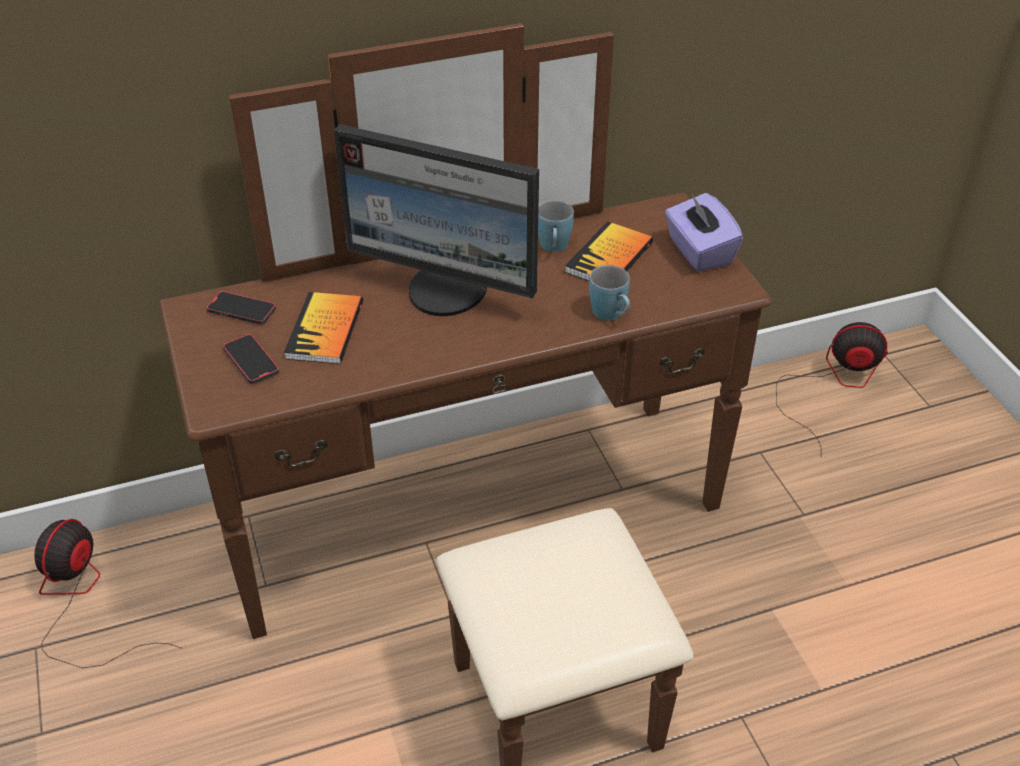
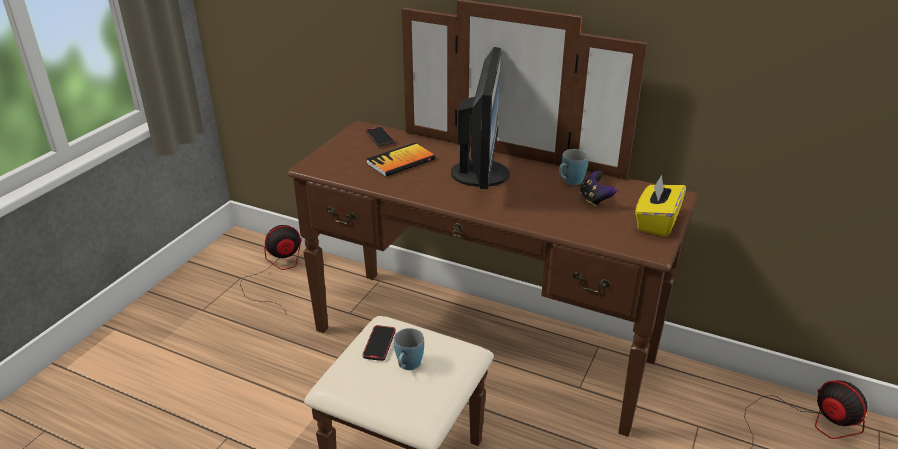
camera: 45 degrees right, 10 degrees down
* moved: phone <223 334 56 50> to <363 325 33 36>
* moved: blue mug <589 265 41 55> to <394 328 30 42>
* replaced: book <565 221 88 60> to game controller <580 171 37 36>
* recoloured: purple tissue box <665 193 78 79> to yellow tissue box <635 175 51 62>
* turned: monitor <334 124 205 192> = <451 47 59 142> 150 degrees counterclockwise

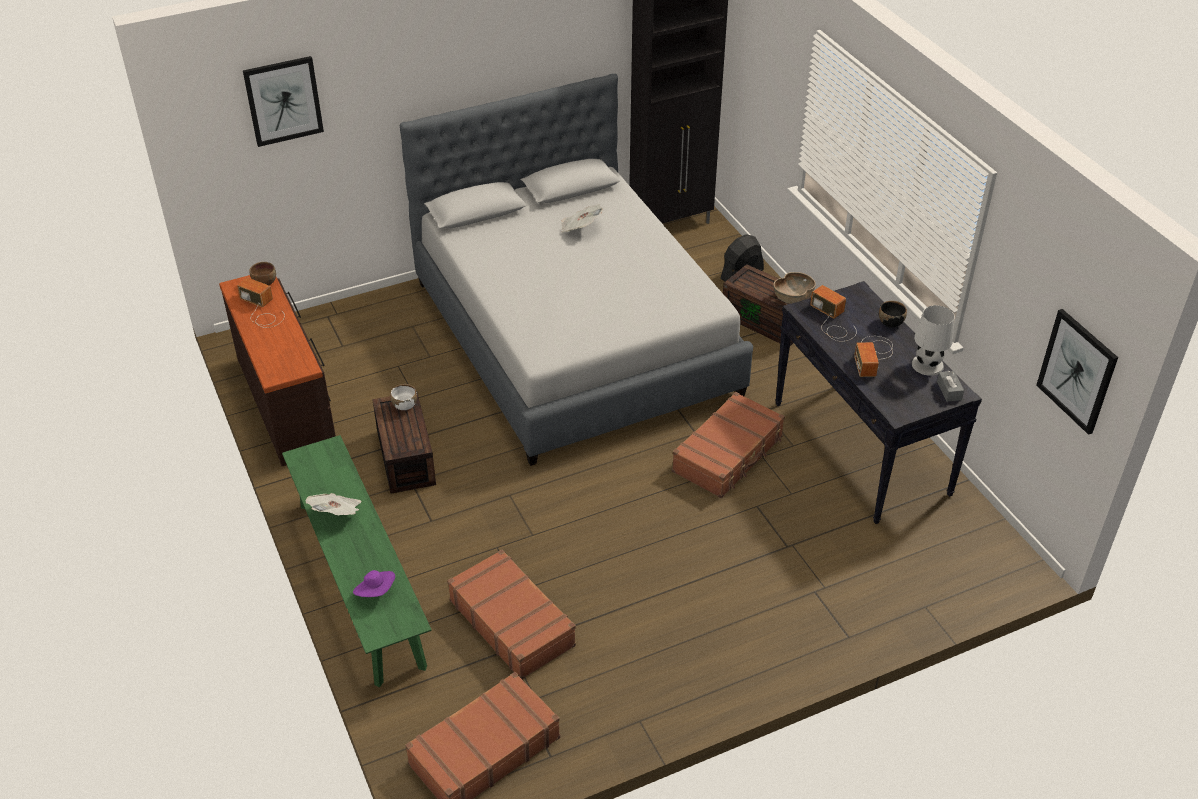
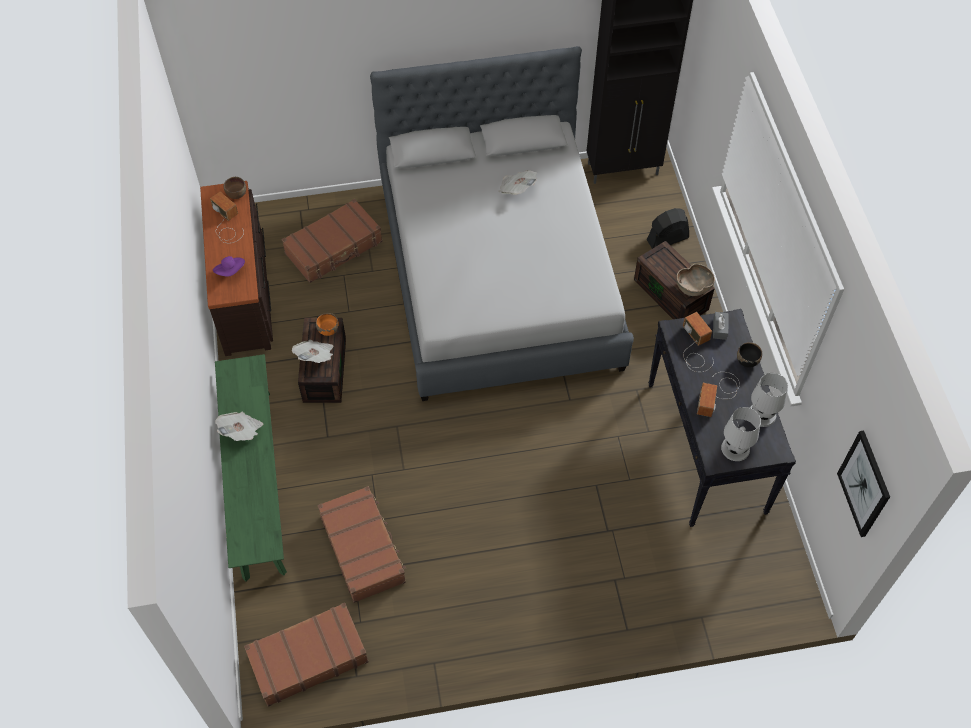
camera: 15 degrees right, 15 degrees up
* removed: picture <243 56 81 91>
* added: newspaper <292 340 41 23>
* added: white table lamp <721 407 40 54>
* moved: purple hat <353 570 42 27> to <213 256 32 21>
* moved: brown suitcase <672 392 113 106> to <282 199 100 84>
* moved: grey tissue box <937 370 27 32> to <713 312 16 28>
* recoloured: white bowl <390 384 27 26> to orange bowl <316 313 22 23>

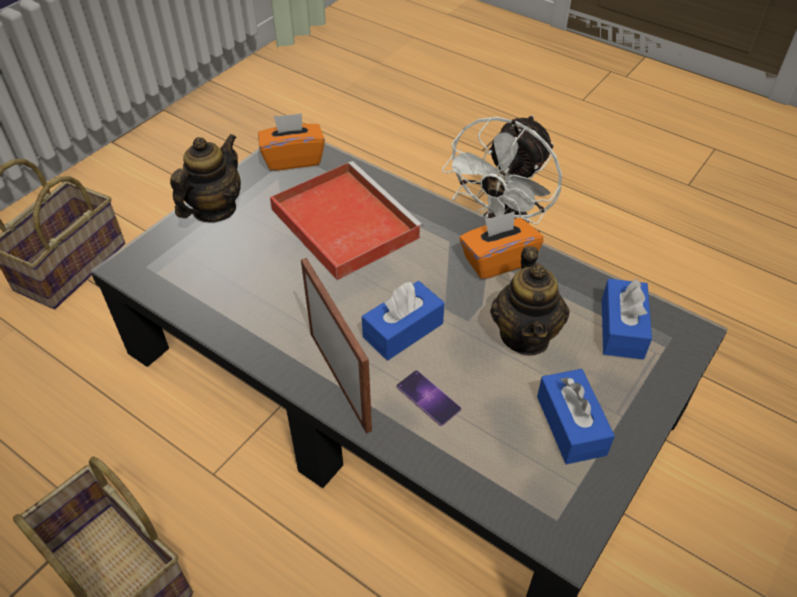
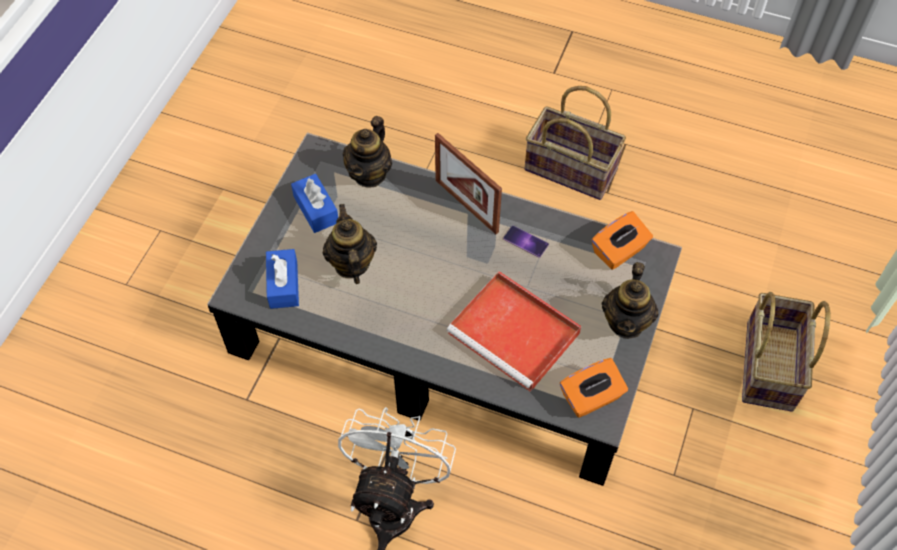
camera: 165 degrees right, 10 degrees up
* removed: blue tissue box <362 281 83 79>
* added: teapot <343 116 49 72>
* moved: phone <396 370 65 56> to <503 225 46 32>
* moved: orange tissue box <459 211 85 68> to <591 211 62 59>

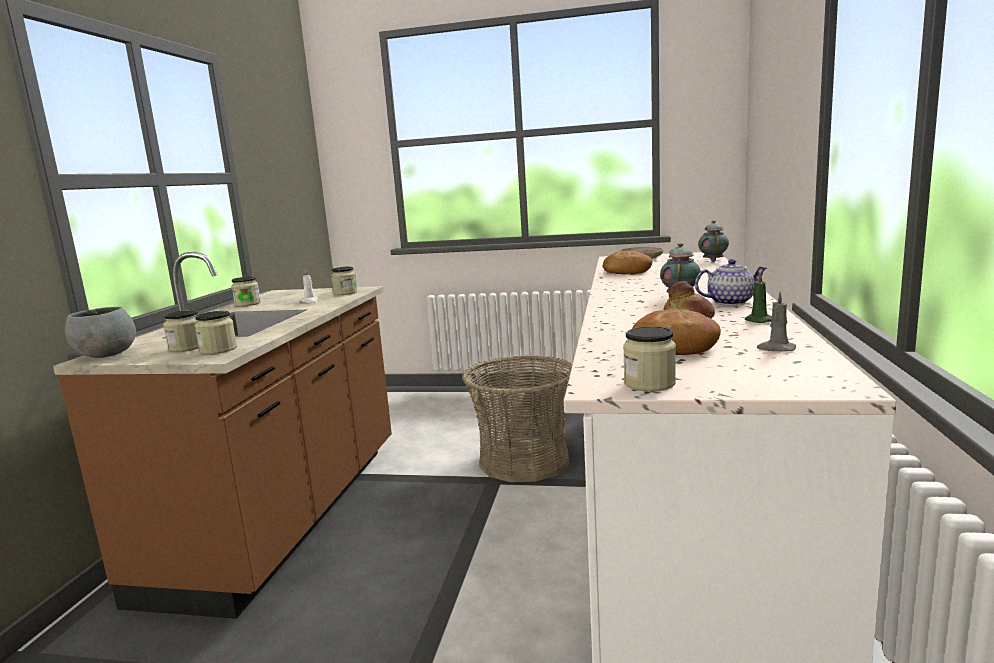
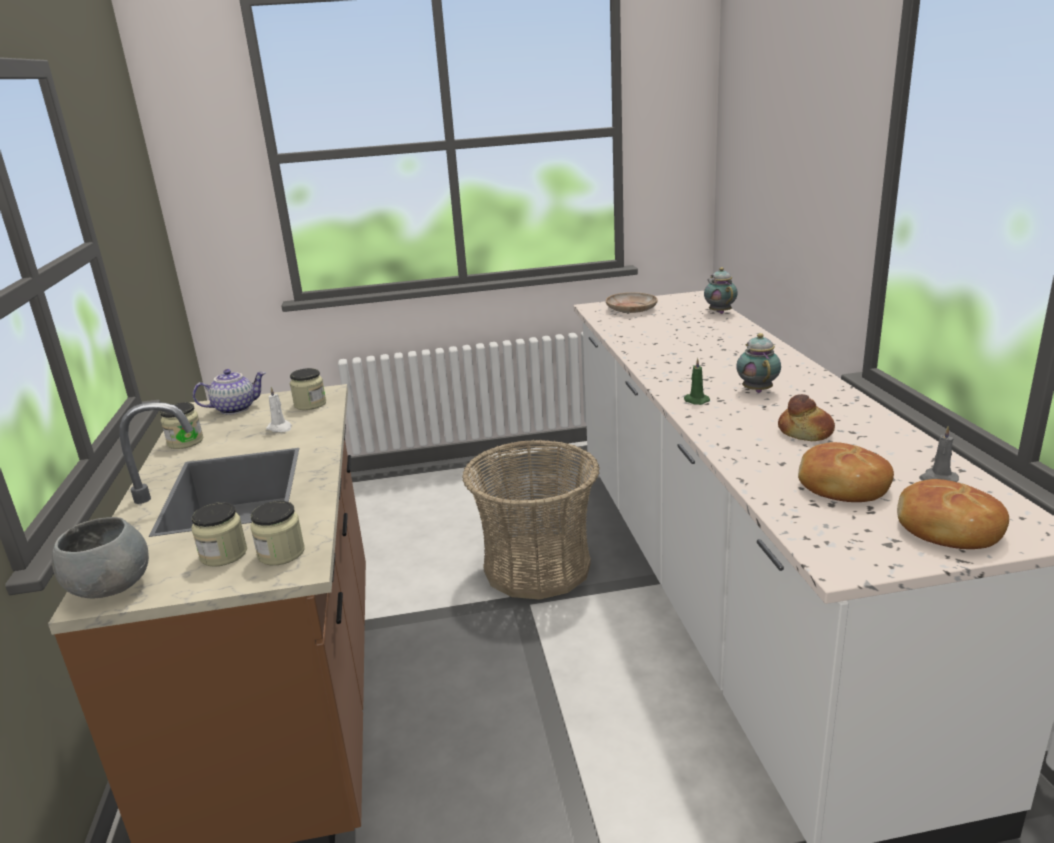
camera: 20 degrees left, 10 degrees up
* removed: jar <623 326 53 65>
* moved: bread <603 251 49 23> to <897 479 112 70>
* moved: teapot <695 259 72 47> to <193 369 72 46>
* moved: green candle <745 271 27 52> to <684 358 26 47>

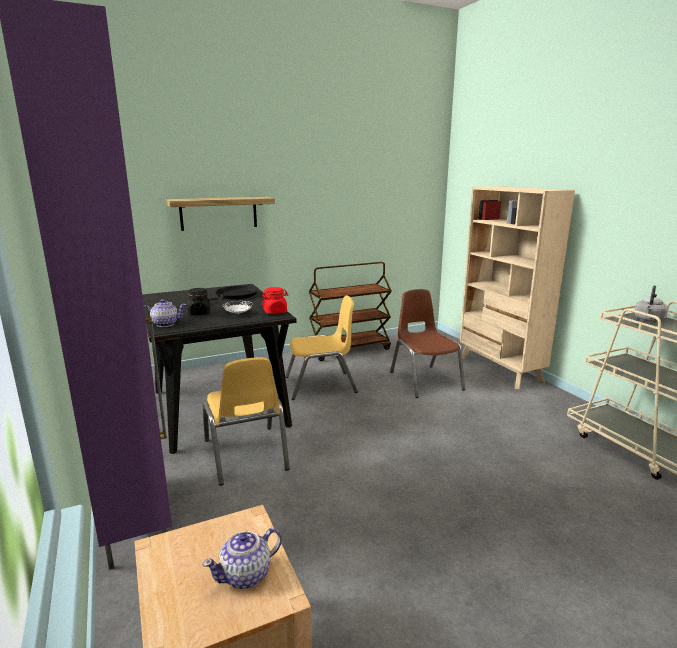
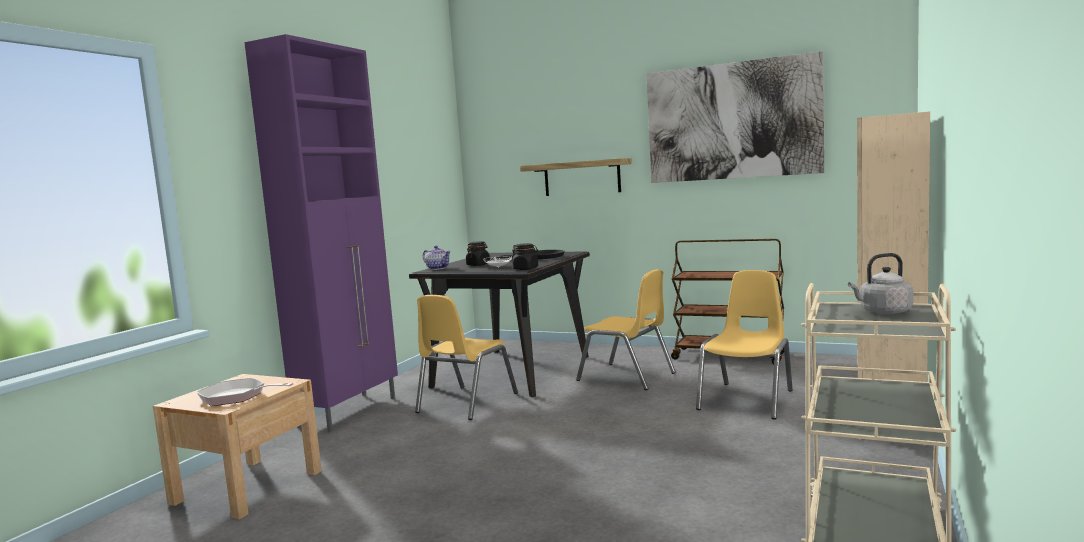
camera: 50 degrees right, 10 degrees down
* added: picture <647 51 177 132>
* replaced: teapot <202 528 80 61> to frying pan <196 378 98 28>
* recoloured: red jar <262 287 26 27> to black jar <512 243 26 27>
* recoloured: brown chair <390 289 75 109> to yellow chair <696 270 97 150>

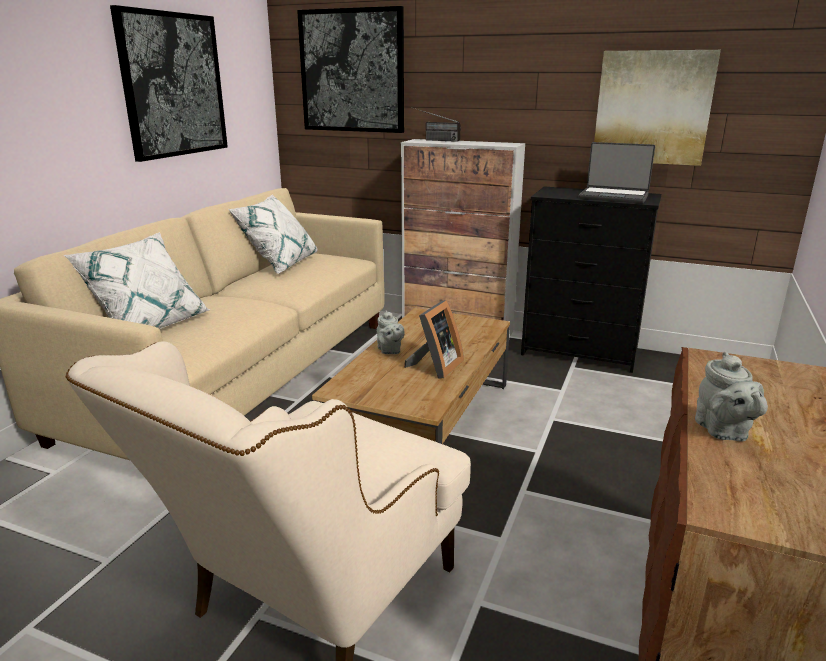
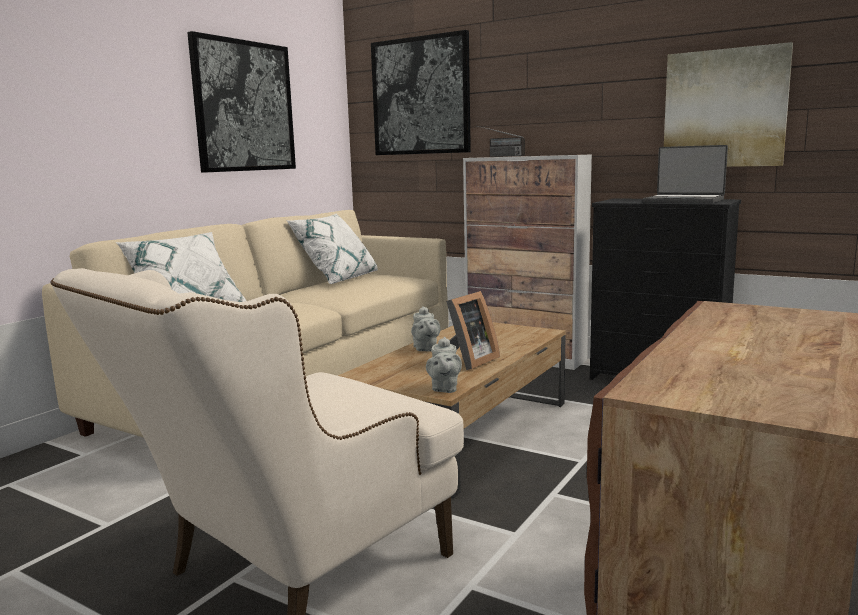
camera: 10 degrees right, 10 degrees down
* moved: grey teapot <695 351 73 90> to <426 337 36 56>

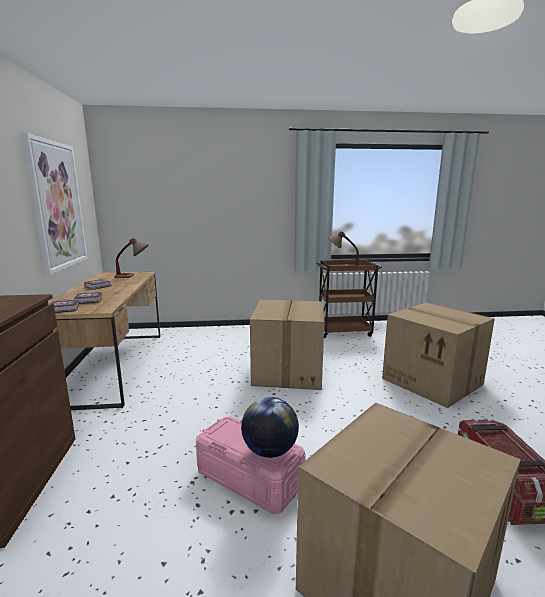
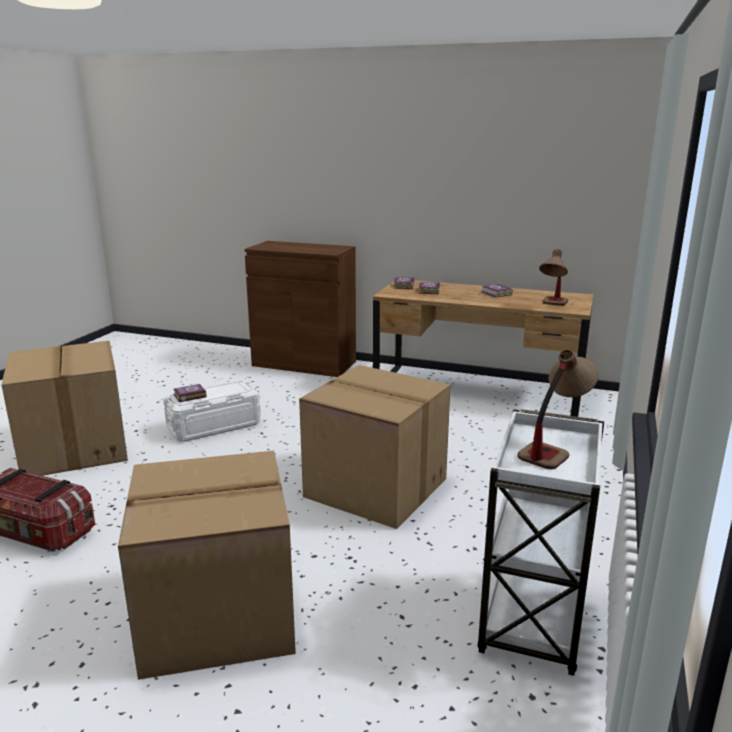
camera: 115 degrees right, 5 degrees up
* removed: picture <22 133 66 142>
* replaced: globe <241 397 58 61> to book <174 384 32 18>
* recoloured: pink storage box <196 417 110 98> to white storage box <163 380 98 62>
* recoloured: brown cart <316 260 66 78> to white cart <478 409 126 267>

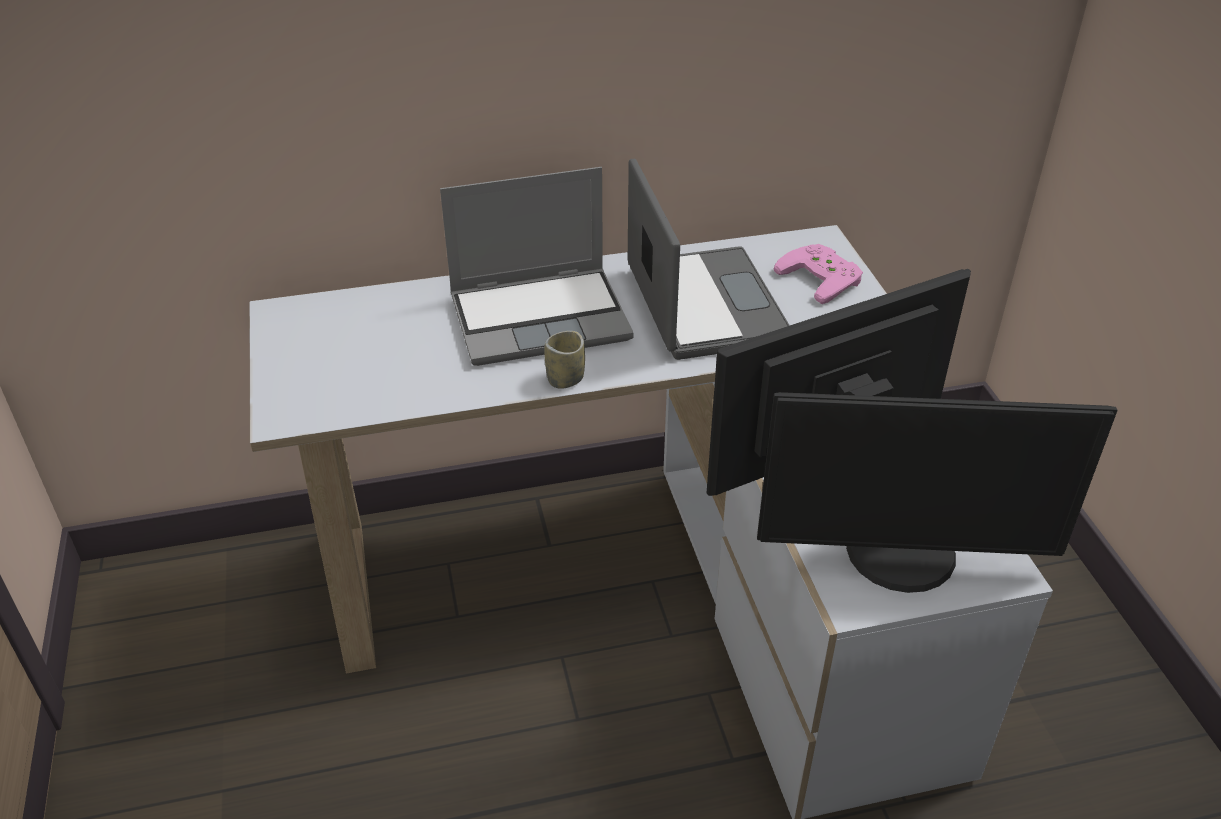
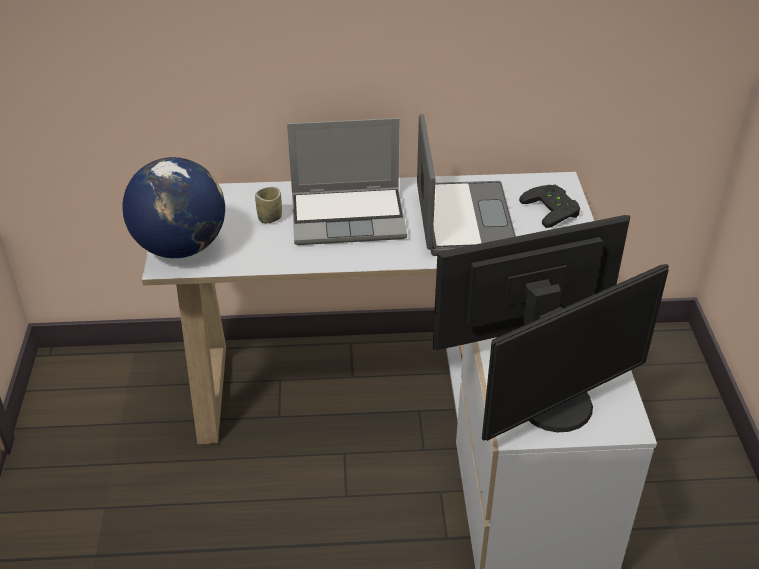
camera: 10 degrees right, 0 degrees up
* added: globe <122 157 103 101>
* moved: cup <545 331 40 58> to <255 187 27 36>
* recoloured: pink game controller <774 244 89 60> to black game controller <519 185 61 43>
* turned: monitor <757 392 361 201> = <482 264 187 177> 45 degrees counterclockwise

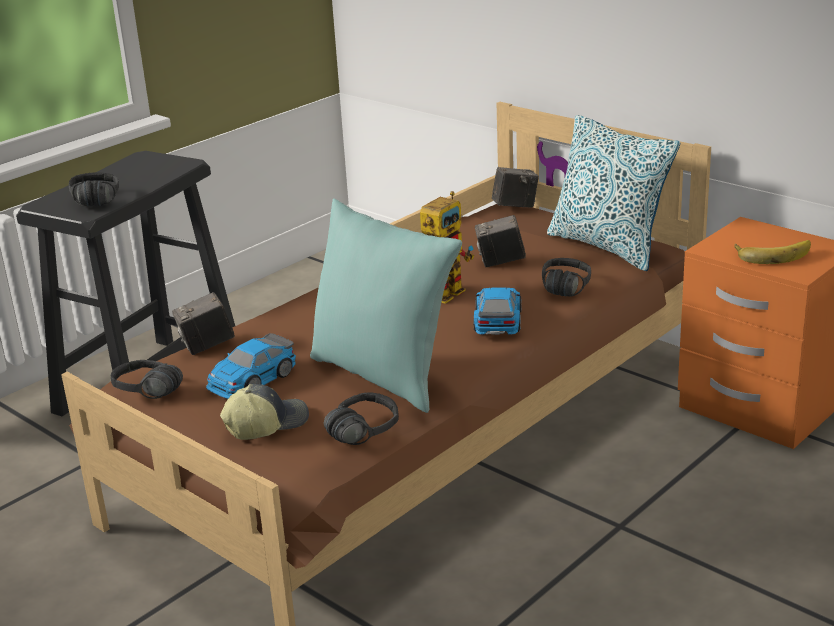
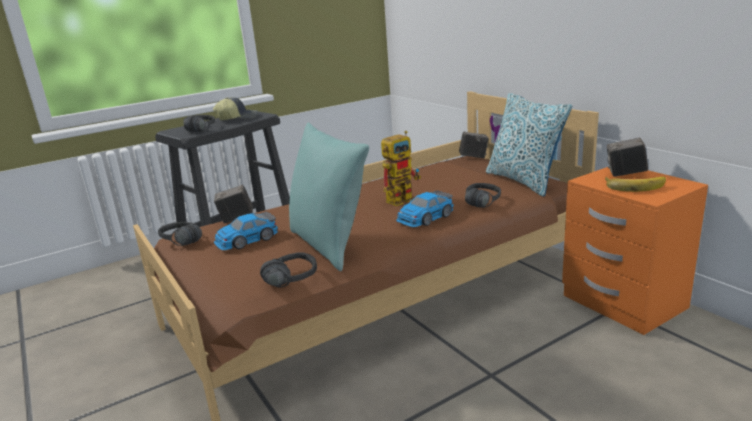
camera: 15 degrees right, 5 degrees down
* moved: cap <220 384 89 56> to <213 97 45 23>
* moved: photo camera <475 215 51 53> to <607 138 41 39>
* turned: toy car <473 287 49 48> = <396 191 58 36> 150 degrees counterclockwise

